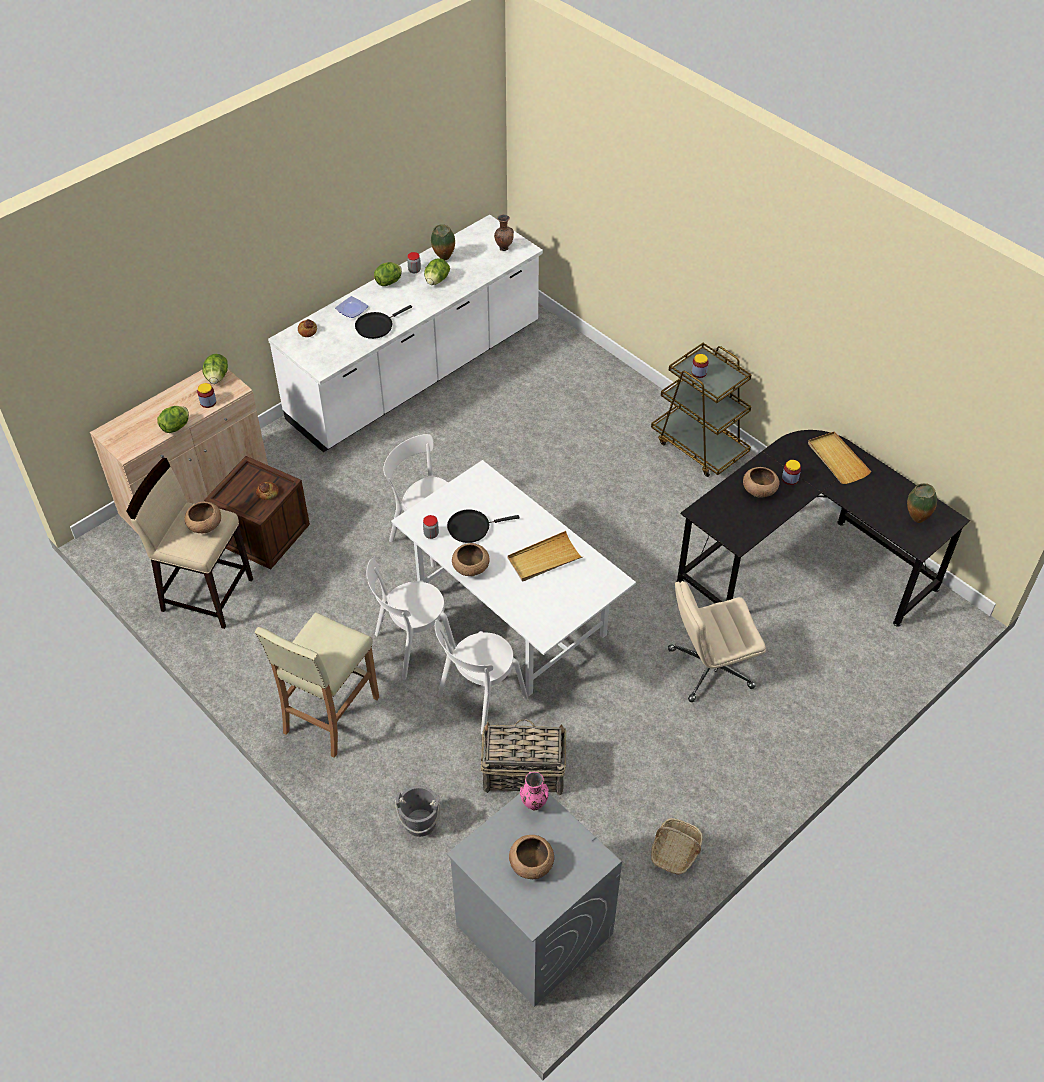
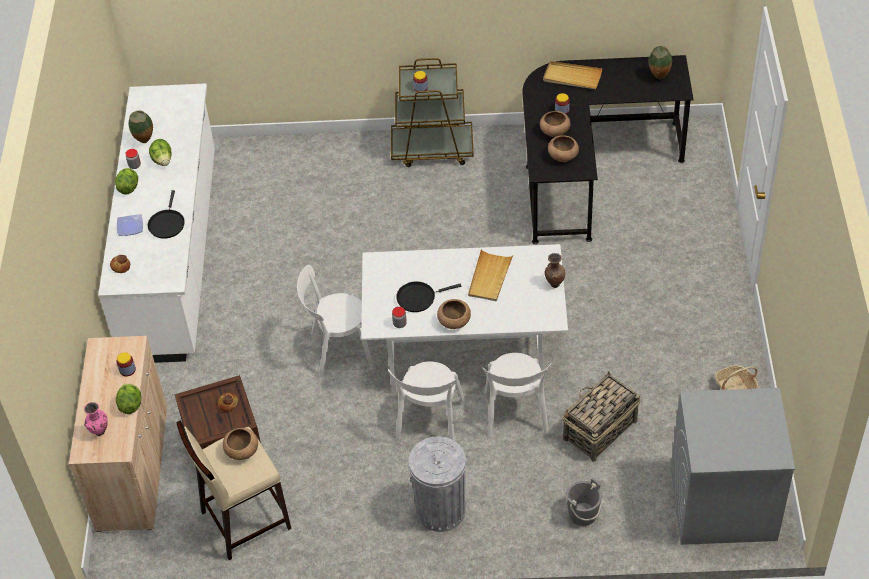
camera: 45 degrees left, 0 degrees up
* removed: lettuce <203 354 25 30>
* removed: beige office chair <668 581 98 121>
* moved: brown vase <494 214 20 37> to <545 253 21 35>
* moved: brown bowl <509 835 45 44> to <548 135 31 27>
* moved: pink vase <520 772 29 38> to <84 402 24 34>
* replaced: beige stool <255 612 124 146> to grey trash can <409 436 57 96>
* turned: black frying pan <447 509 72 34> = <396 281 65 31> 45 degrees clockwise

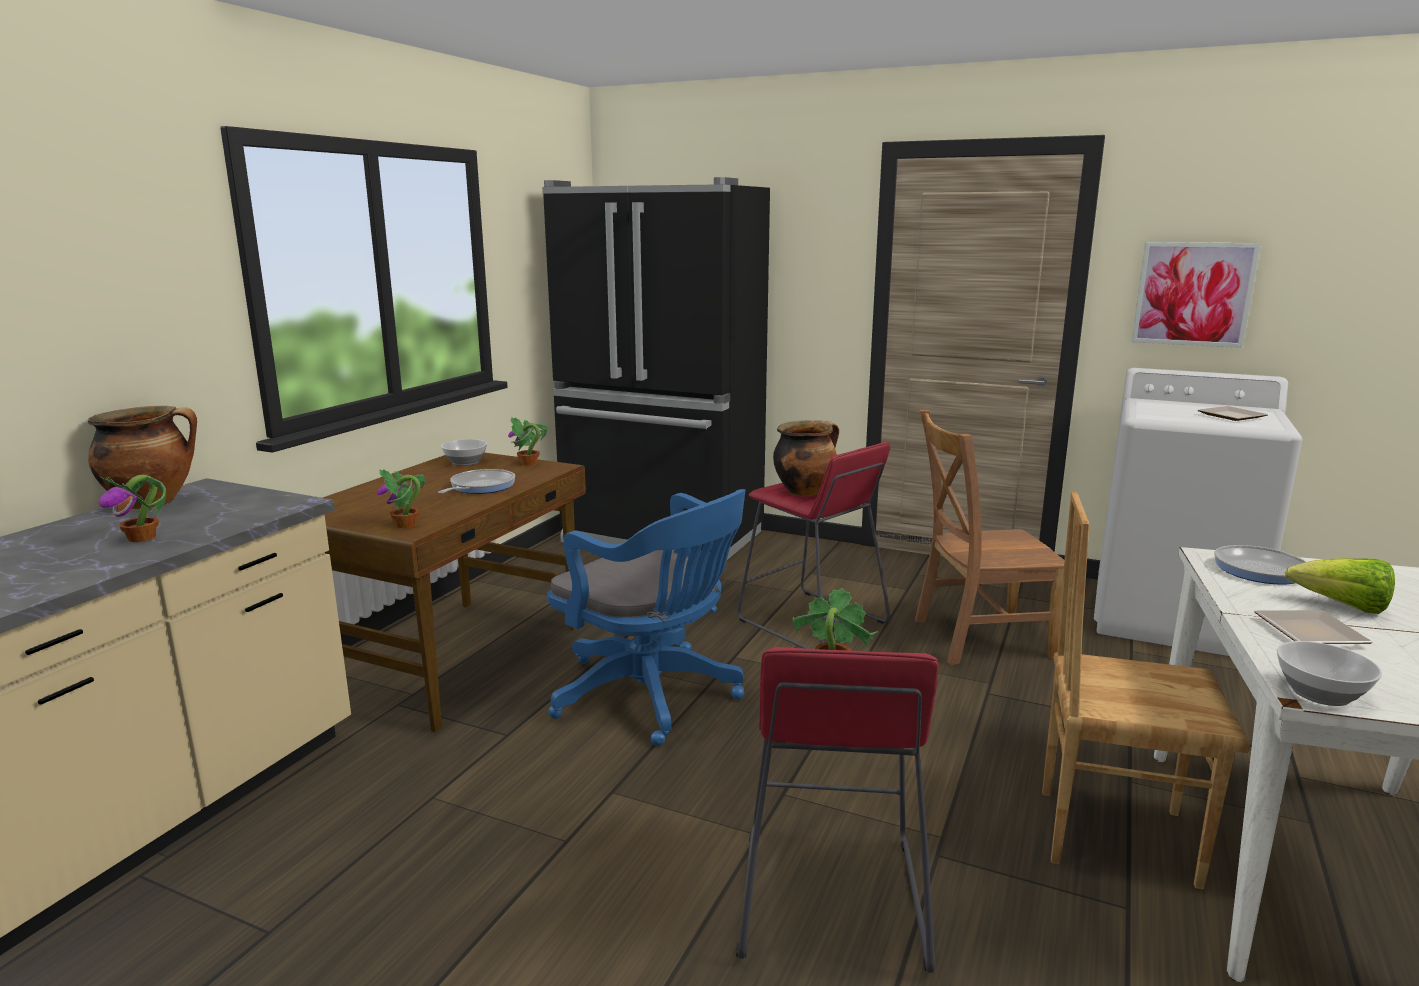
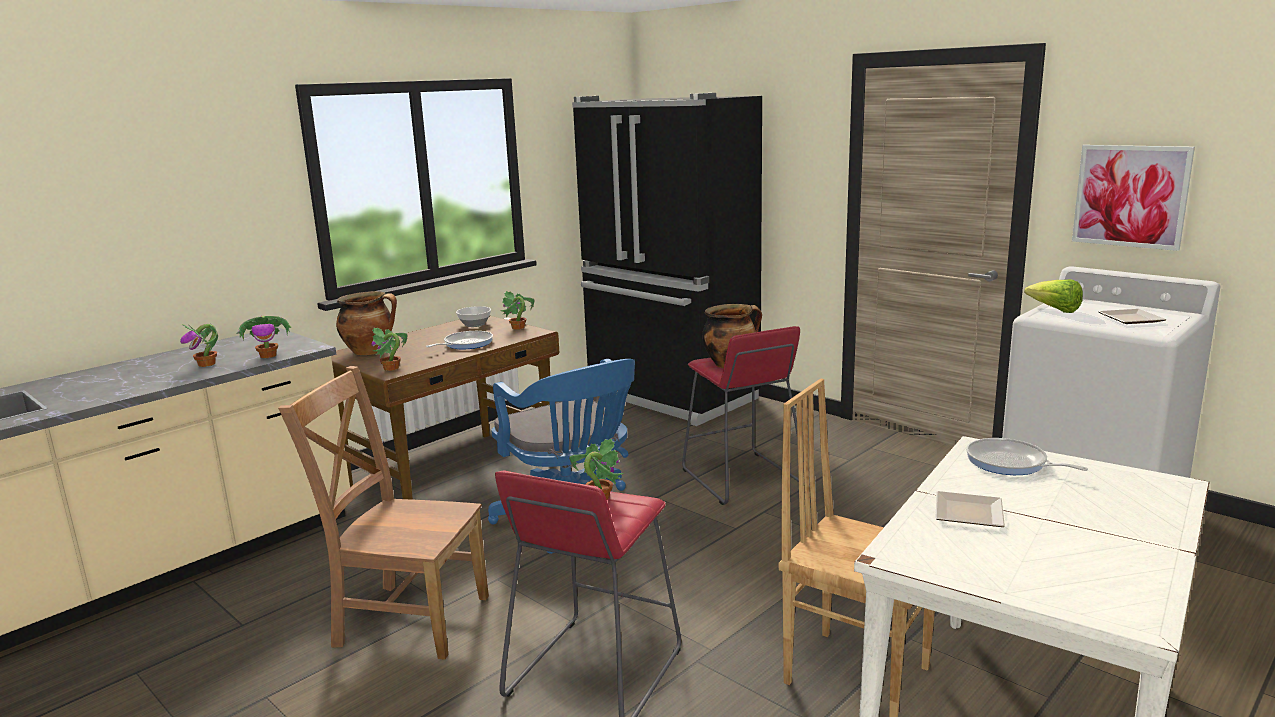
camera: 20 degrees right, 0 degrees up
* removed: bowl <1277 641 105 65>
* added: potted plant <236 316 55 42>
* moved: cooking pot <88 406 109 103> to <336 291 61 64>
* moved: brown chair <915 410 149 255> to <278 366 211 294>
* moved: lettuce <1285 558 110 56> to <1024 279 59 34>

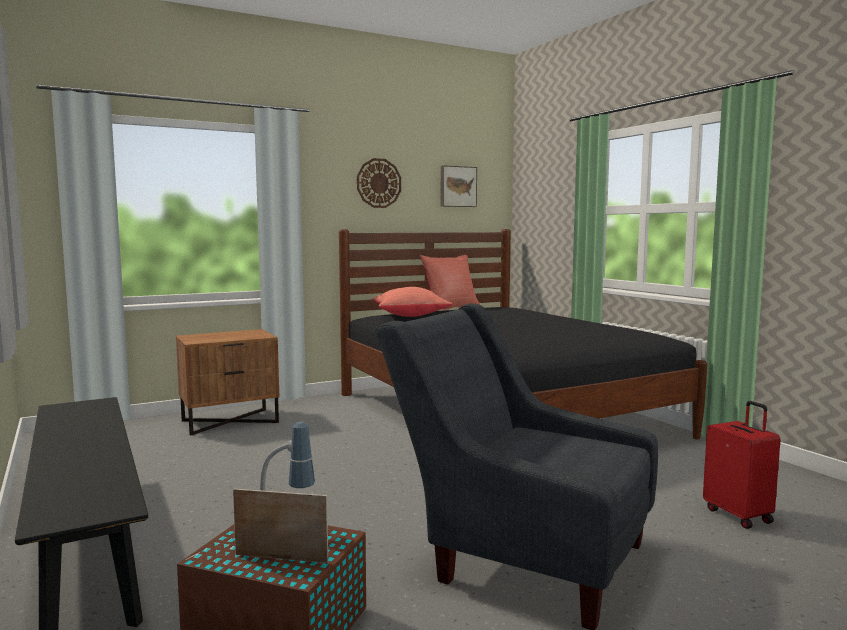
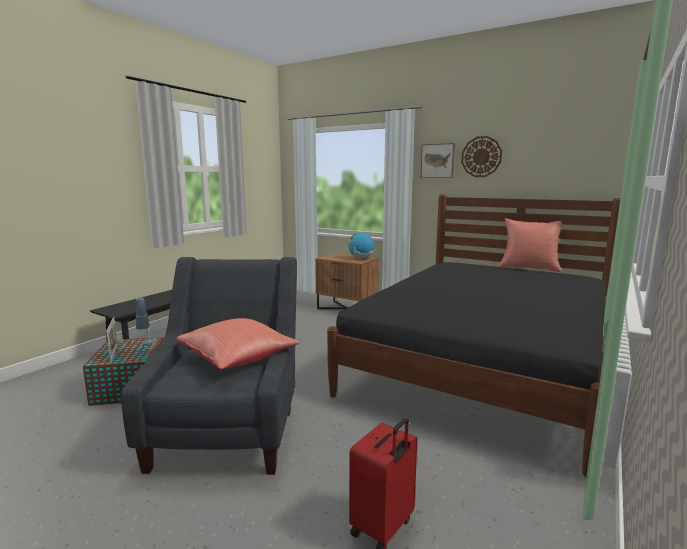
camera: 60 degrees right, 5 degrees up
* added: globe <348 232 26 27>
* moved: red pillow <372 287 81 30> to <177 318 123 51>
* moved: picture <441 165 36 42> to <421 143 34 35>

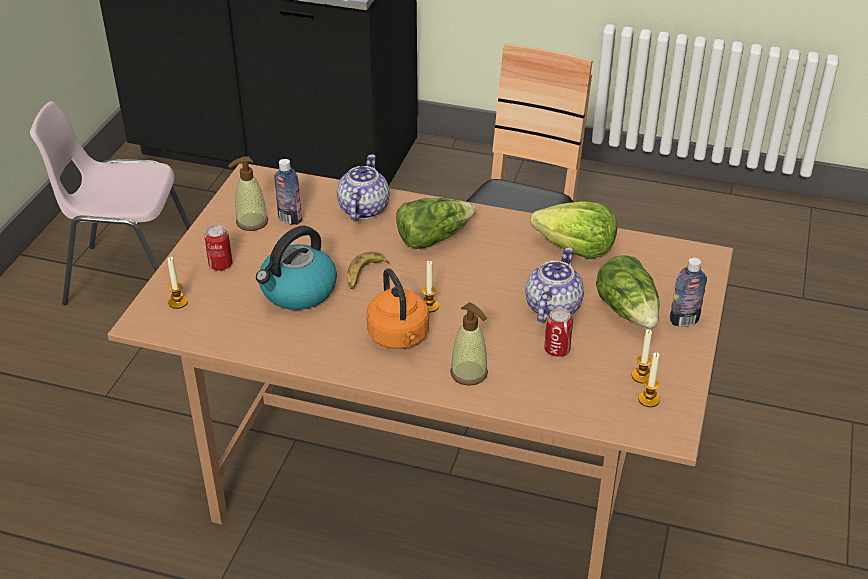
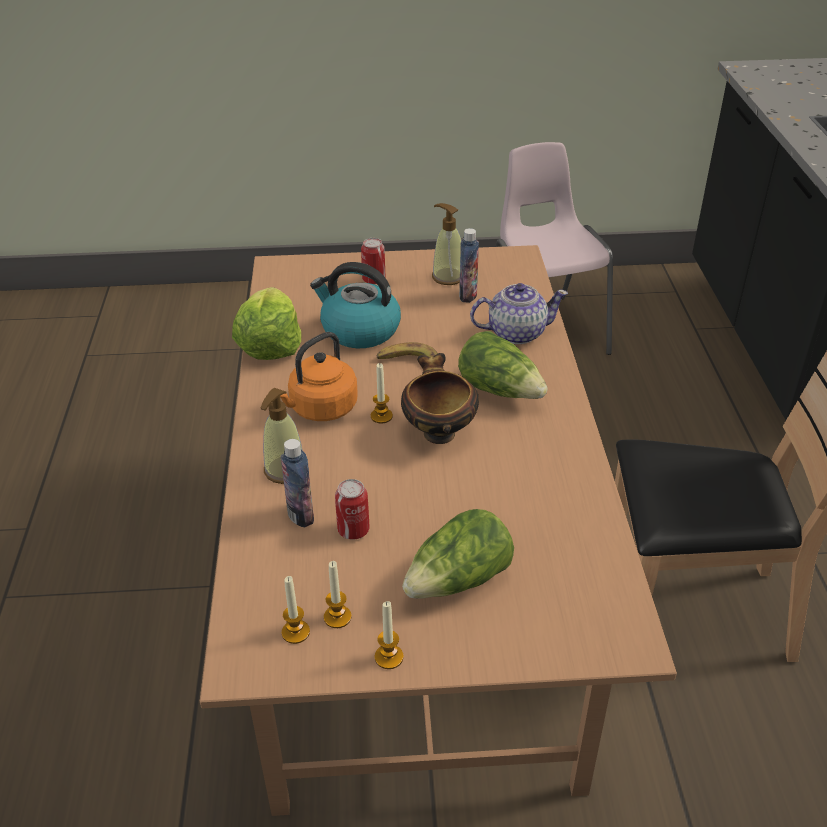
camera: 70 degrees right, 0 degrees up
* removed: teapot <525 247 59 76>
* added: bowl <401 353 78 91>
* moved: candle <168 257 20 52> to <375 601 29 68>
* moved: lettuce <530 201 87 58> to <232 287 69 73>
* moved: bottle <670 258 37 69> to <280 439 34 88>

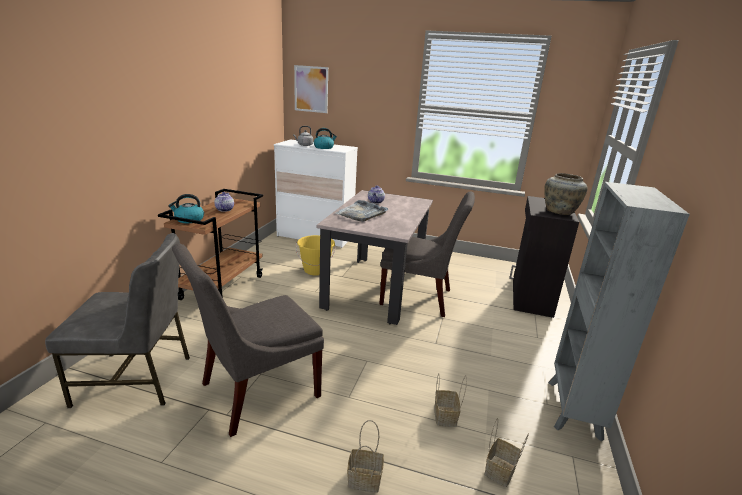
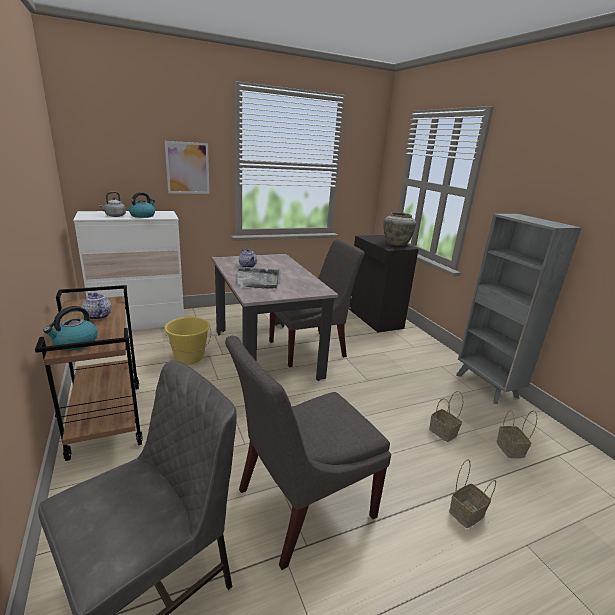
camera: 40 degrees left, 0 degrees up
* moved: picture <294 65 34 48> to <165 141 44 53>
* turned: grey chair <172 243 152 194> = <225 335 166 235> 45 degrees clockwise

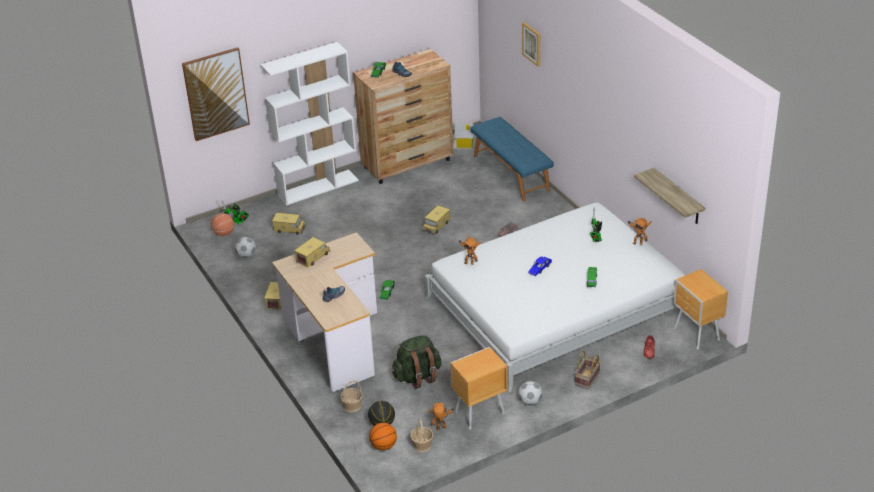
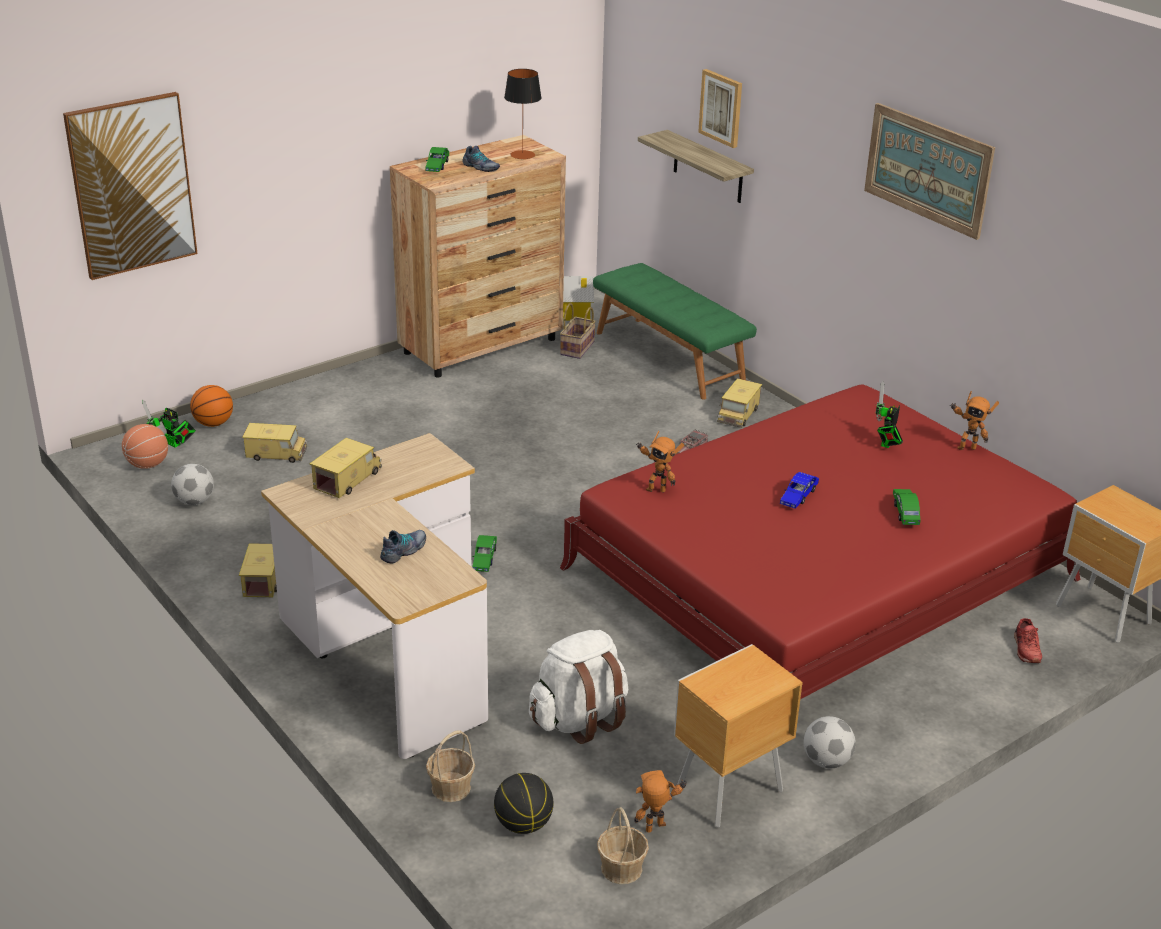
camera: 10 degrees left, 5 degrees down
* removed: white bookcase <260 42 99 163>
* added: table lamp <504 69 38 90>
* added: picture <864 103 131 137>
* moved: basketball <369 423 28 27> to <190 385 43 42>
* moved: toy truck <422 205 28 30> to <717 378 45 50>
* moved: basket <575 351 26 38> to <560 303 36 56>
* moved: shelf <634 168 71 56> to <638 130 116 73>
* recoloured: green backpack <392 335 50 54> to white backpack <529 630 99 114>
* recoloured: white bed <424 202 261 191> to red bed <560 384 521 315>
* recoloured: blue bench <470 117 84 84> to green bench <593 263 164 137>

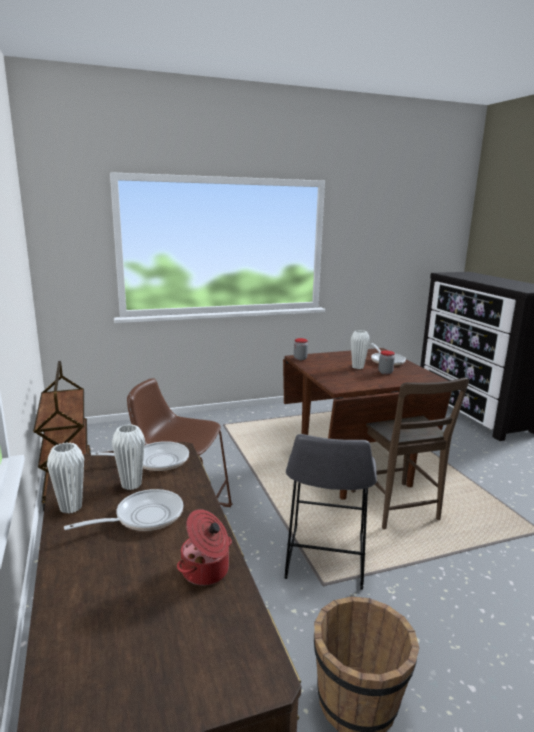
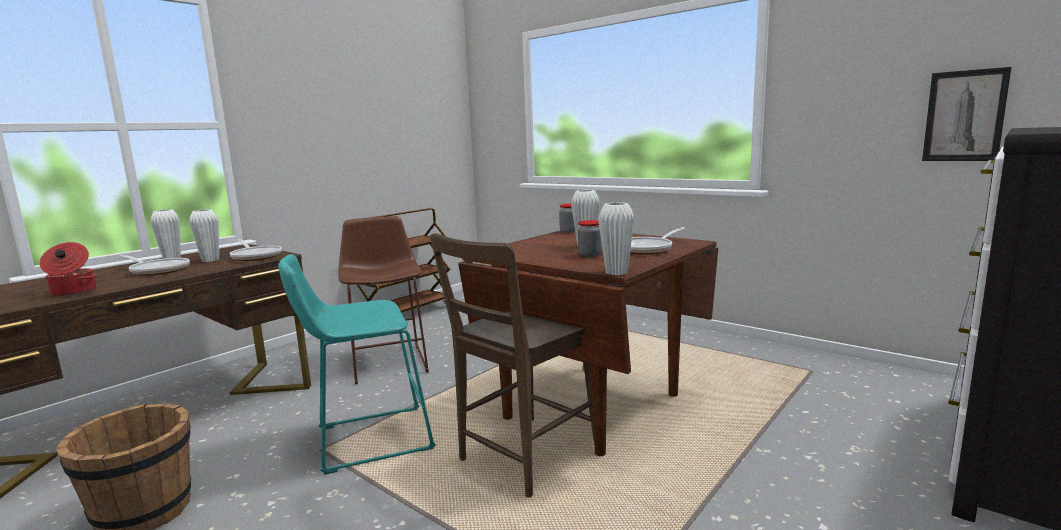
camera: 60 degrees right, 5 degrees down
* added: white vase <598 202 37 73>
* added: picture <922 67 89 94>
* recoloured: grey stool <284 434 93 156> to turquoise stool <278 254 158 221>

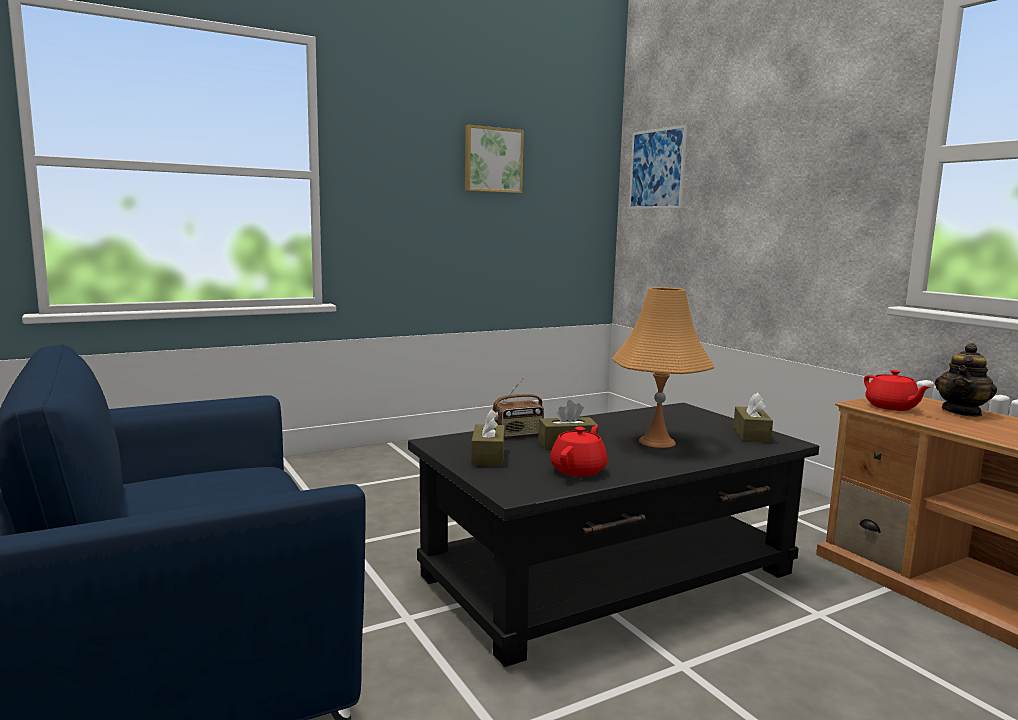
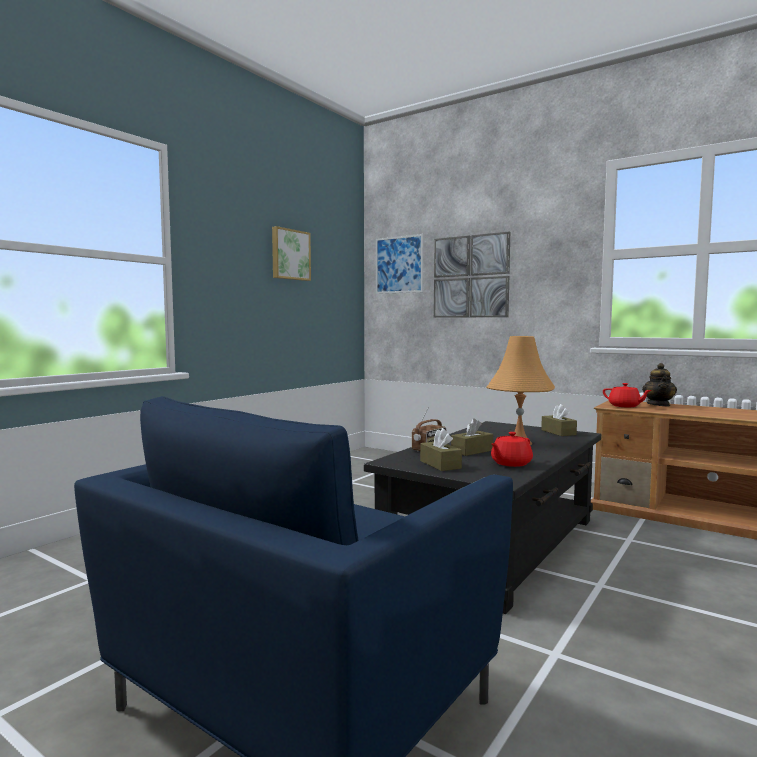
camera: 25 degrees left, 5 degrees down
* added: picture <434 232 76 86>
* turned: red teapot <550 425 58 52> = <491 432 42 35> 135 degrees counterclockwise

